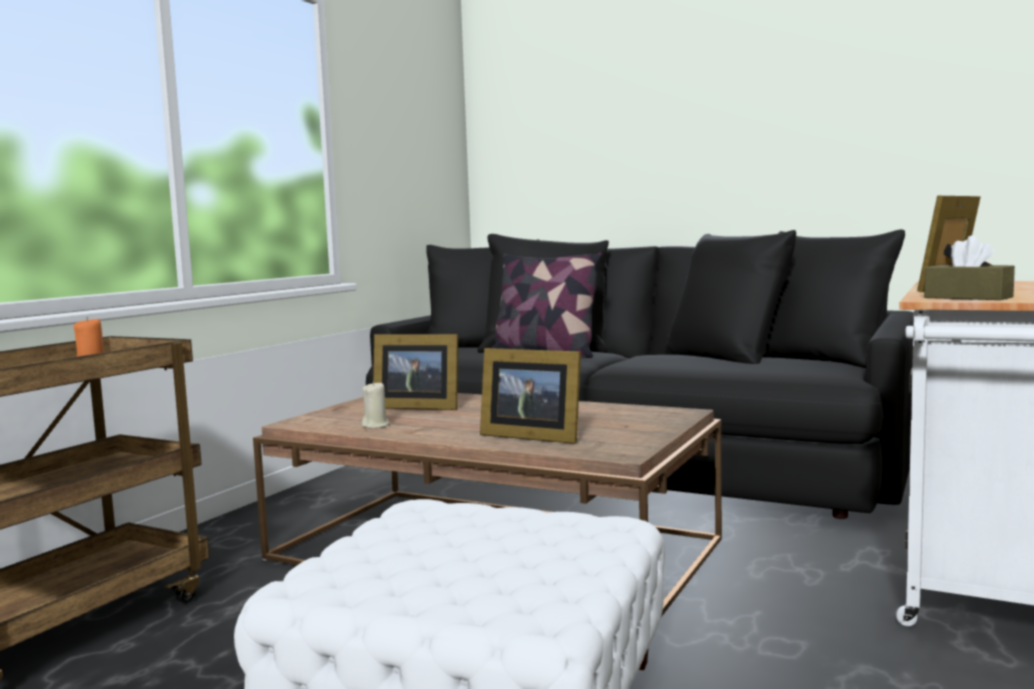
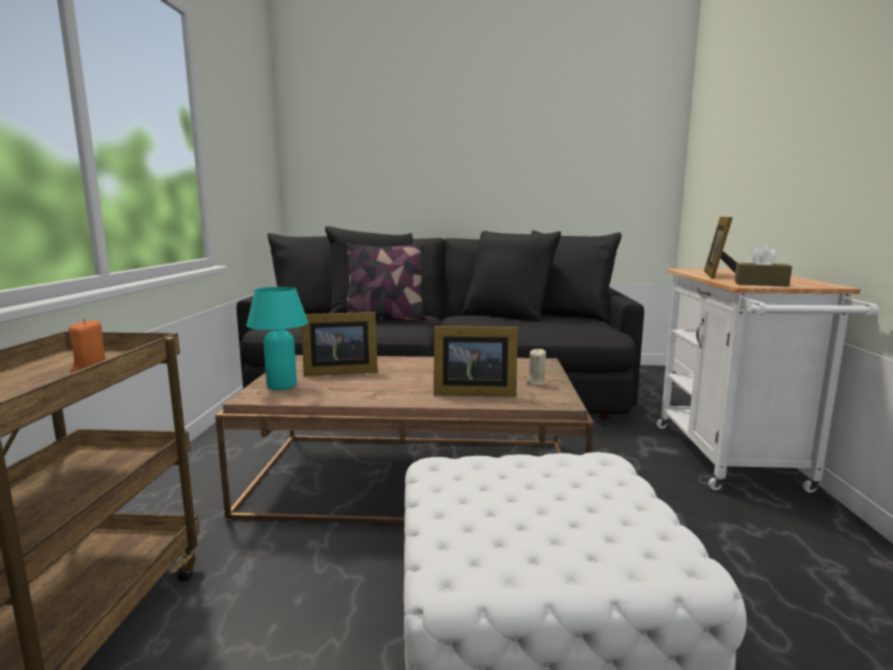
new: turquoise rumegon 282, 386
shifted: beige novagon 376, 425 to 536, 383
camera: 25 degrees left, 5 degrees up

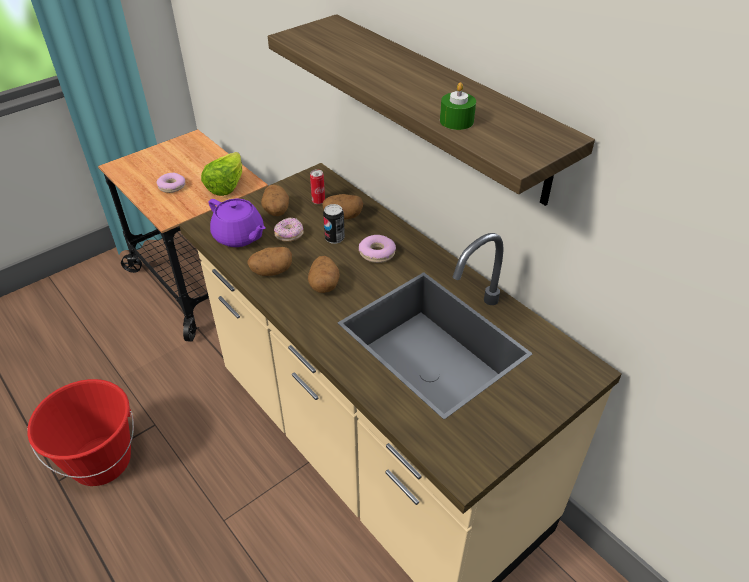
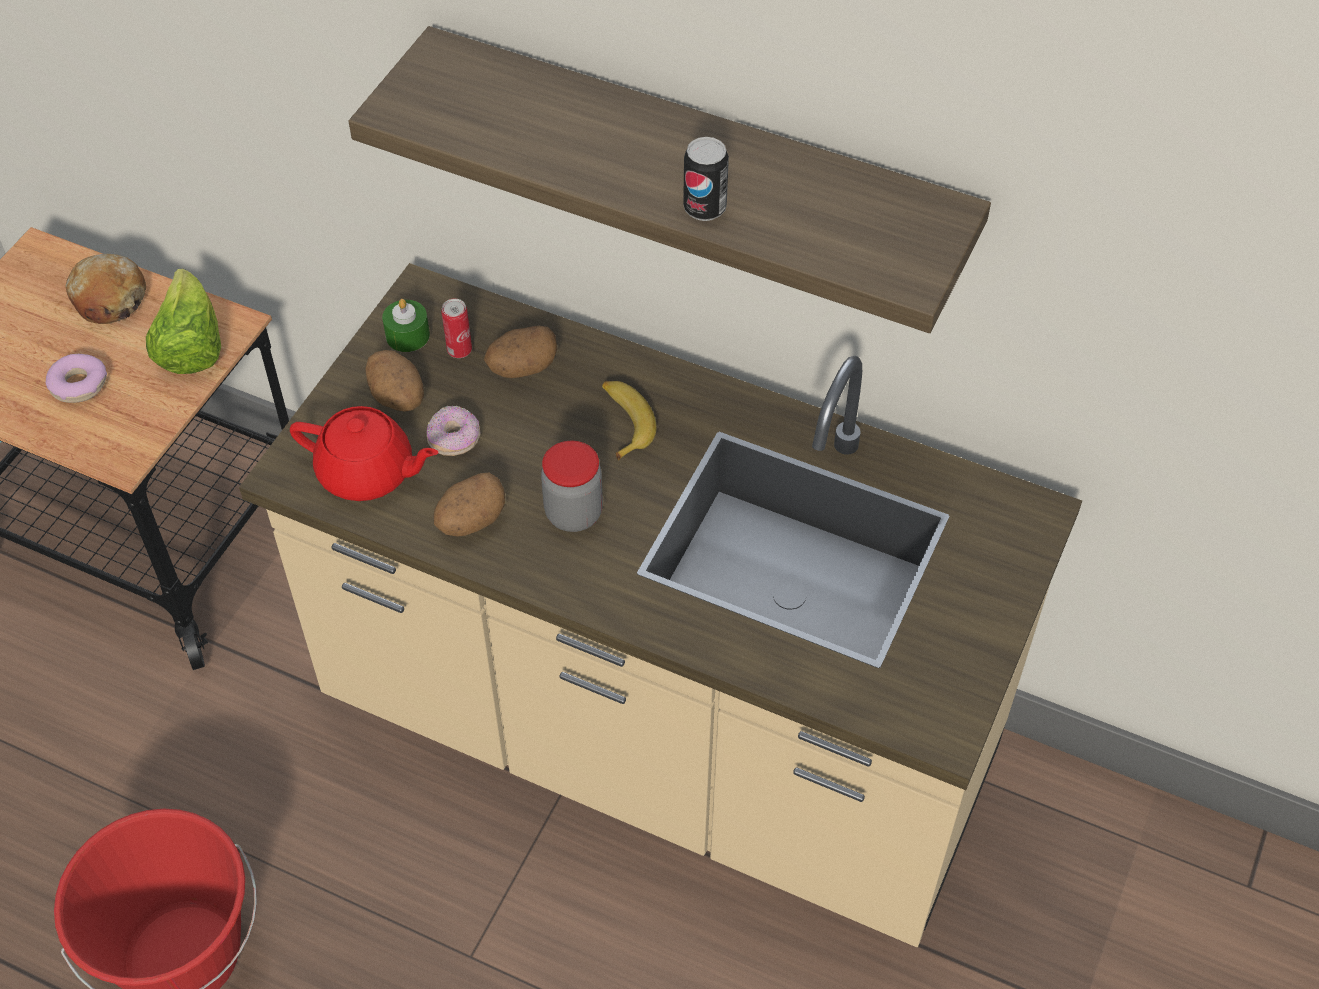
new: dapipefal 109, 298
shifted: green novagon 456, 121 to 407, 335; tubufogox 334, 238 to 704, 208
swapped: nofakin 377, 253 to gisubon 623, 422; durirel 324, 284 to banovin 573, 513
repainted: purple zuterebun 239, 236 to red zuterebun 368, 473
camera: 25 degrees left, 10 degrees up

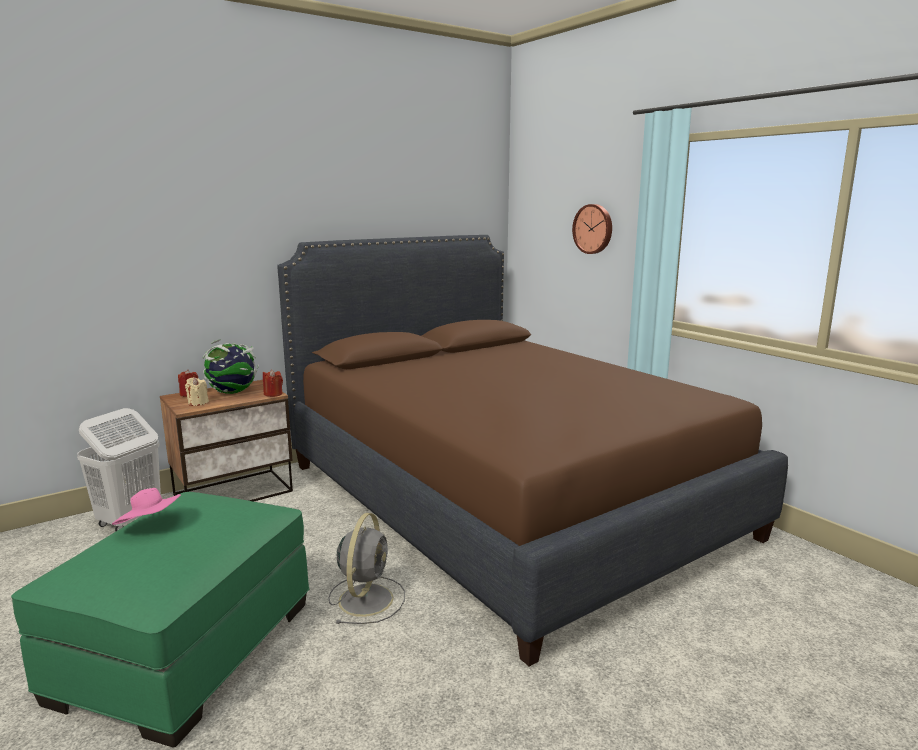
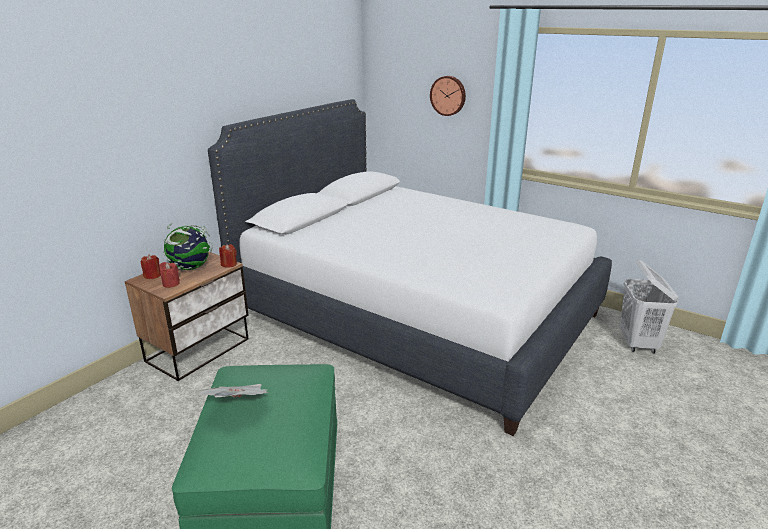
gone: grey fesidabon 367, 598
shifted: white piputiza 129, 520 to 638, 343
swapped: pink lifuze 151, 525 to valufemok 238, 405
repainted: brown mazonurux 504, 498 to white mazonurux 415, 315; beige novagon 198, 403 to red novagon 171, 284
camera: 20 degrees left, 10 degrees up

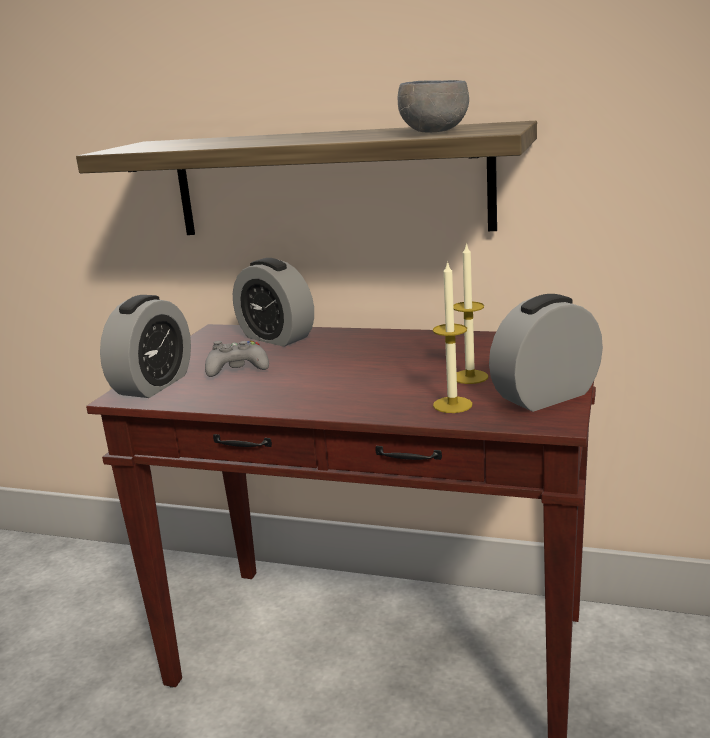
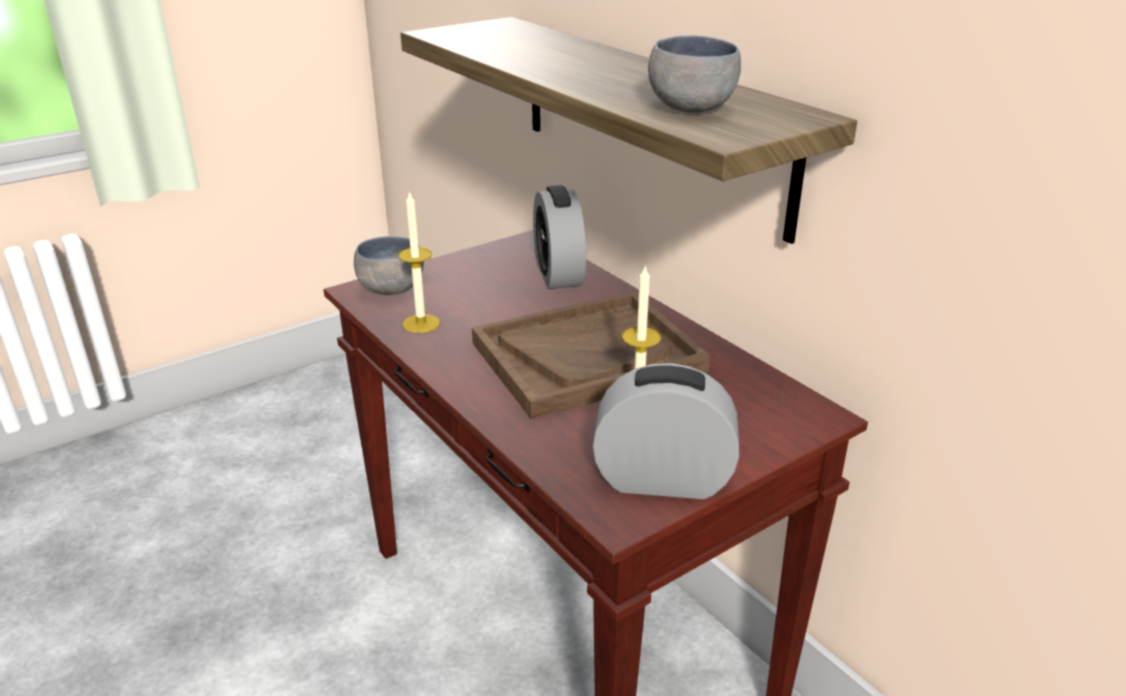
gone: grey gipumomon 237, 368
new: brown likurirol 587, 356
shifted: novagon 452, 405 to 421, 323
swapped: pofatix 153, 385 to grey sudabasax 393, 288
camera: 35 degrees right, 10 degrees up

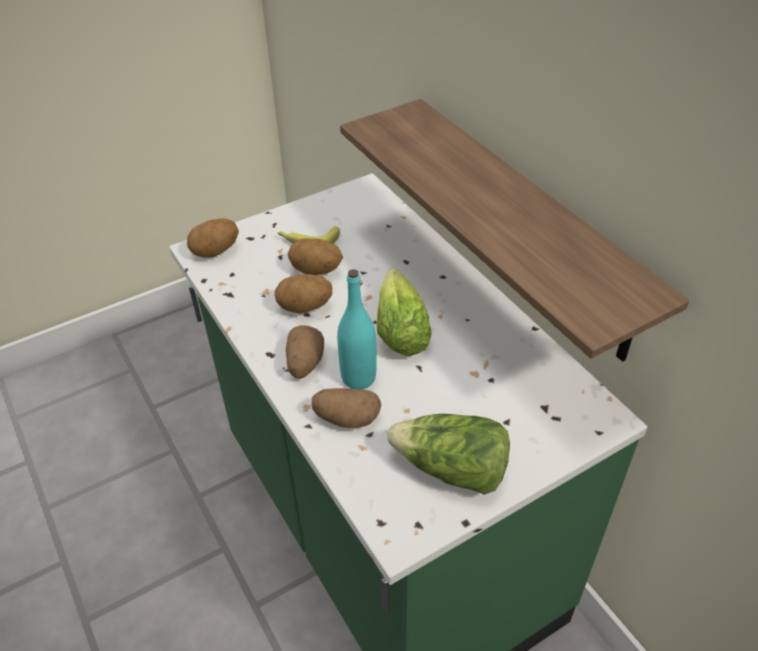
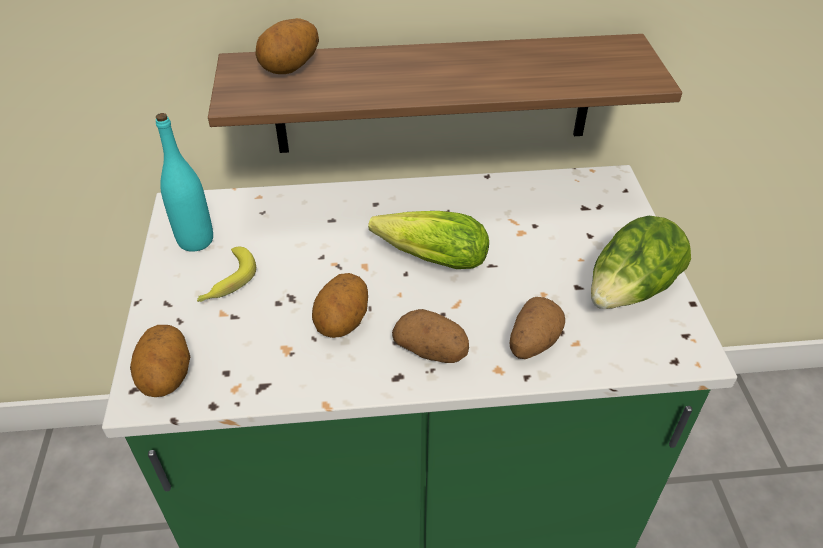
shifted: durirel 316, 271 to 291, 68; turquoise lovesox 358, 378 to 195, 240
camera: 65 degrees left, 0 degrees up

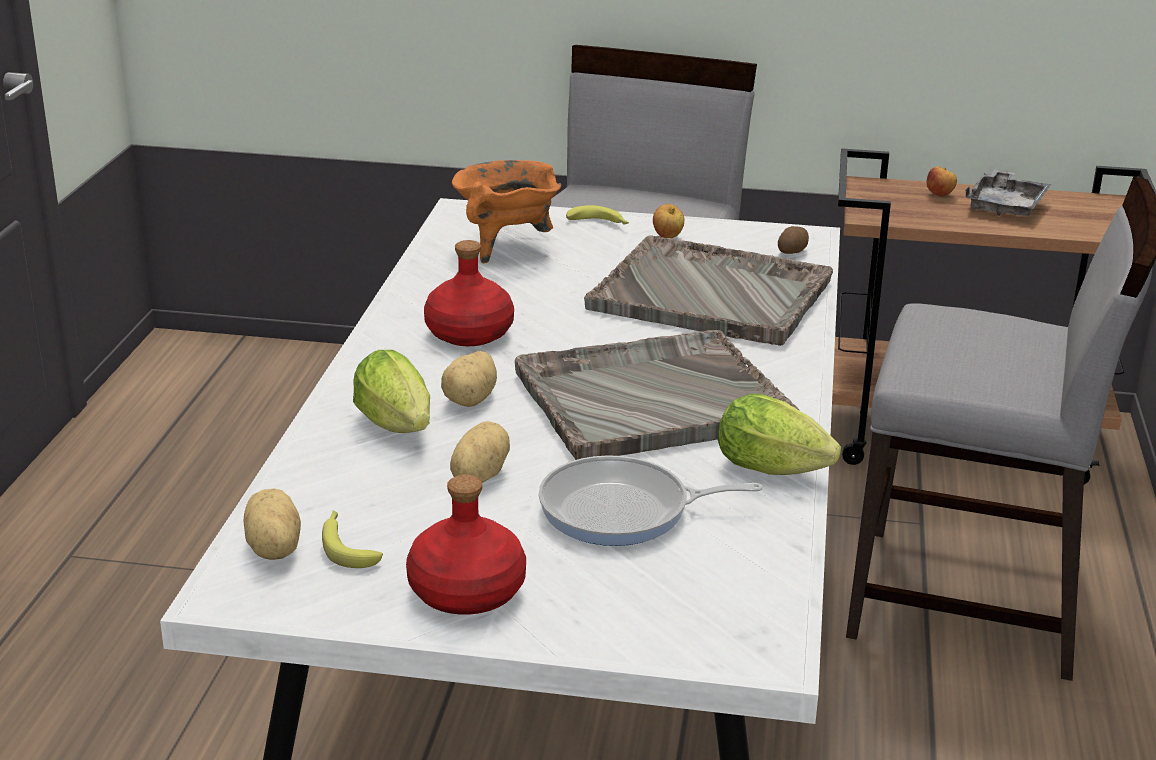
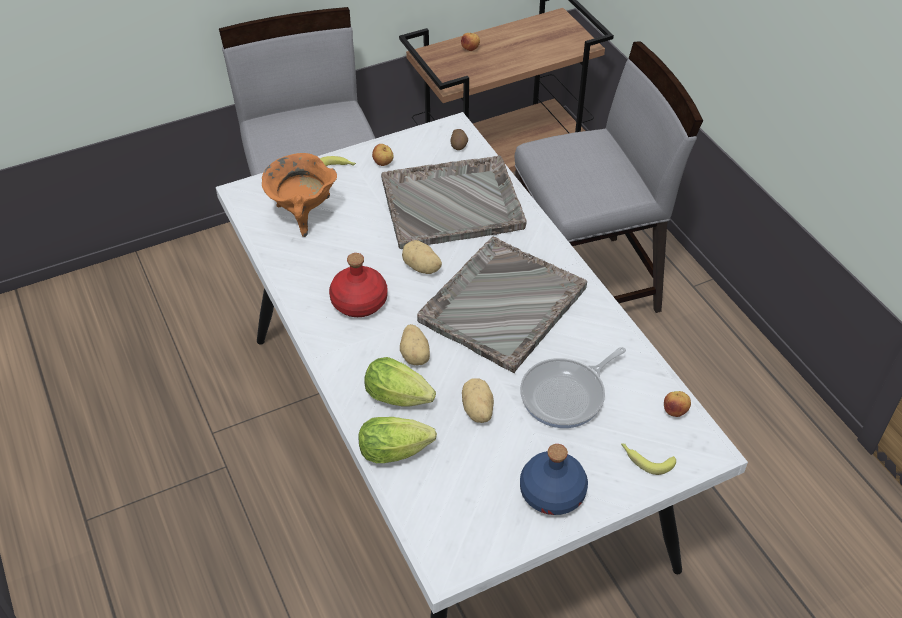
gone: grey likurirol 1006, 206
new: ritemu 675, 411
shifted: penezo 778, 471 to 398, 451; durirel 271, 549 to 421, 268; gisubon 347, 546 to 645, 459
repainted: red lovesox 467, 592 to blue lovesox 553, 493
camera: 35 degrees left, 20 degrees up

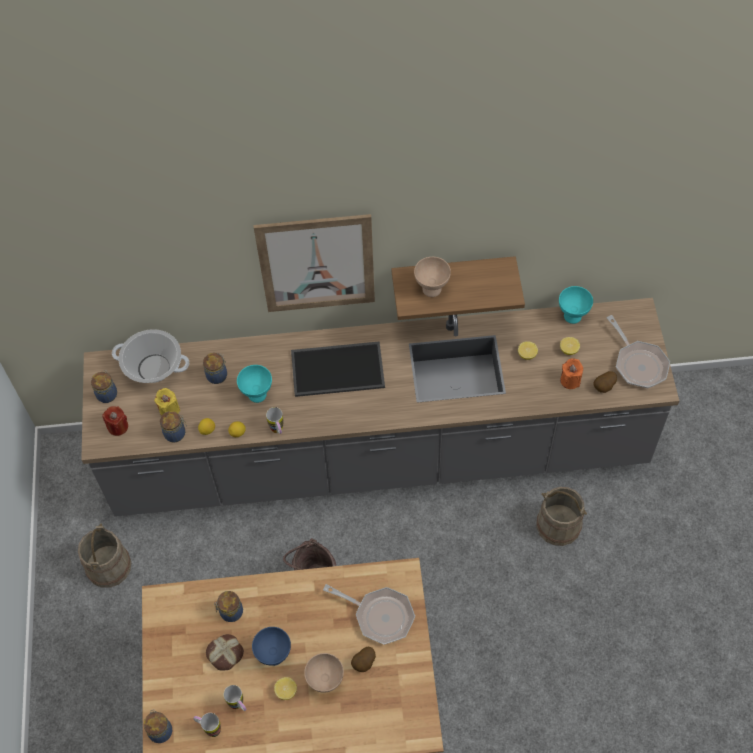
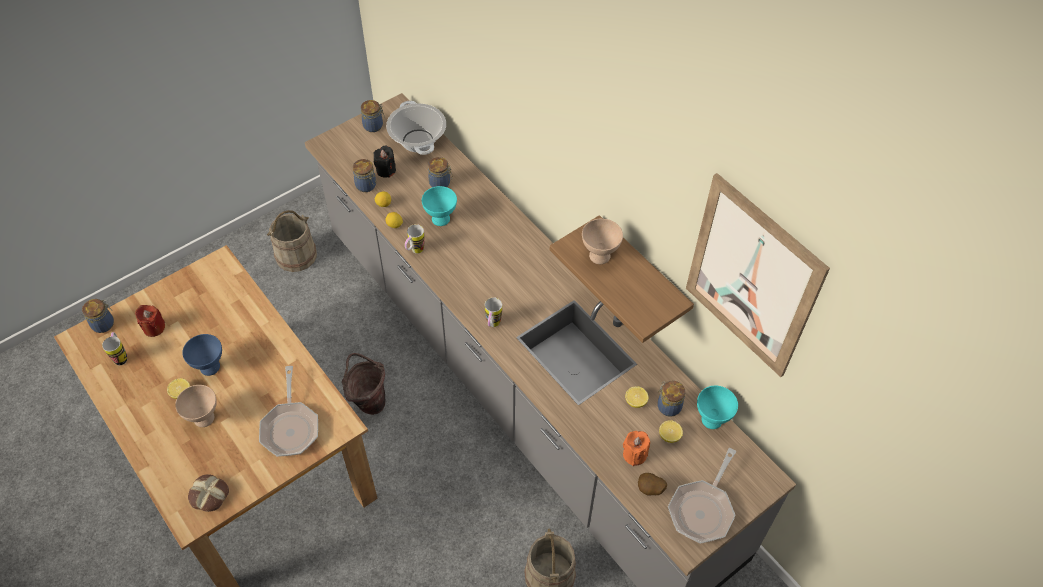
gone: likurirol 338, 368; durirel 364, 663
shifted: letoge 317, 263 to 751, 278; red novagon 118, 426 to 154, 328; banovin 230, 612 to 668, 406; dapipefal 225, 654 to 209, 496; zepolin 239, 706 to 492, 325
repainted: yellow novagon 169, 410 to black novagon 386, 170
camera: 55 degrees right, 5 degrees down

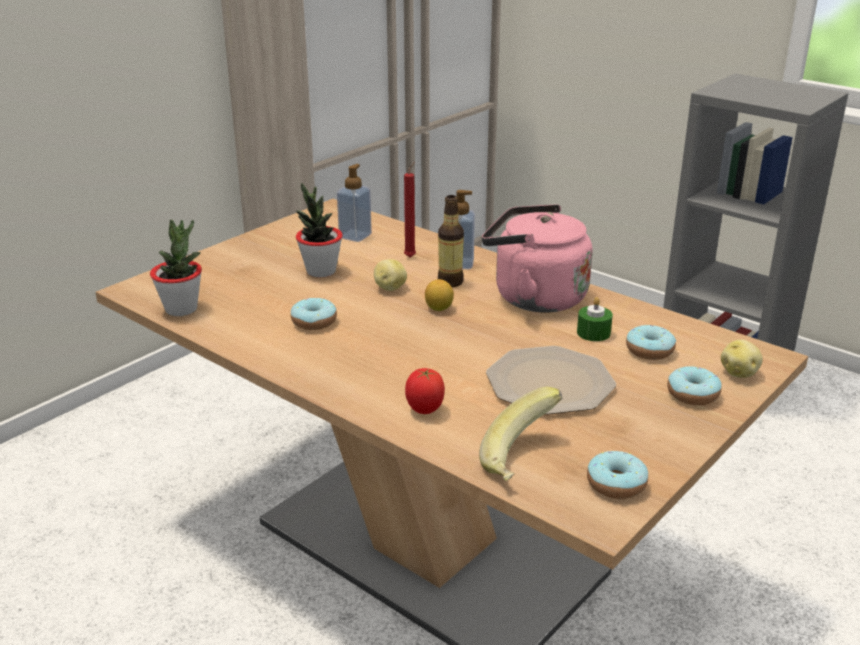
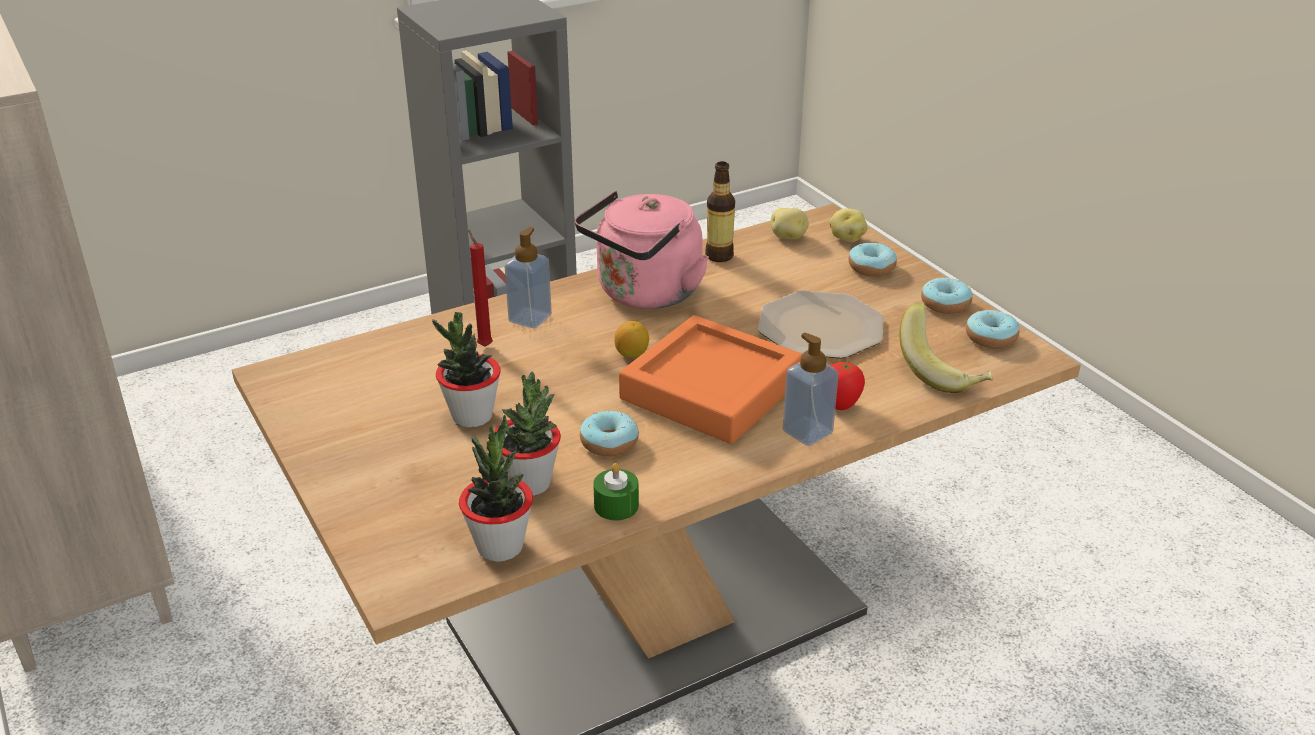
new: orange likurirol 711, 390; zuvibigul 529, 483
shifted: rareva 355, 236 to 807, 432; lovesox 450, 282 to 719, 256; durirel 389, 288 to 788, 237; green novagon 593, 333 to 616, 505; nofakin 649, 350 to 945, 304
camera: 70 degrees left, 5 degrees up

